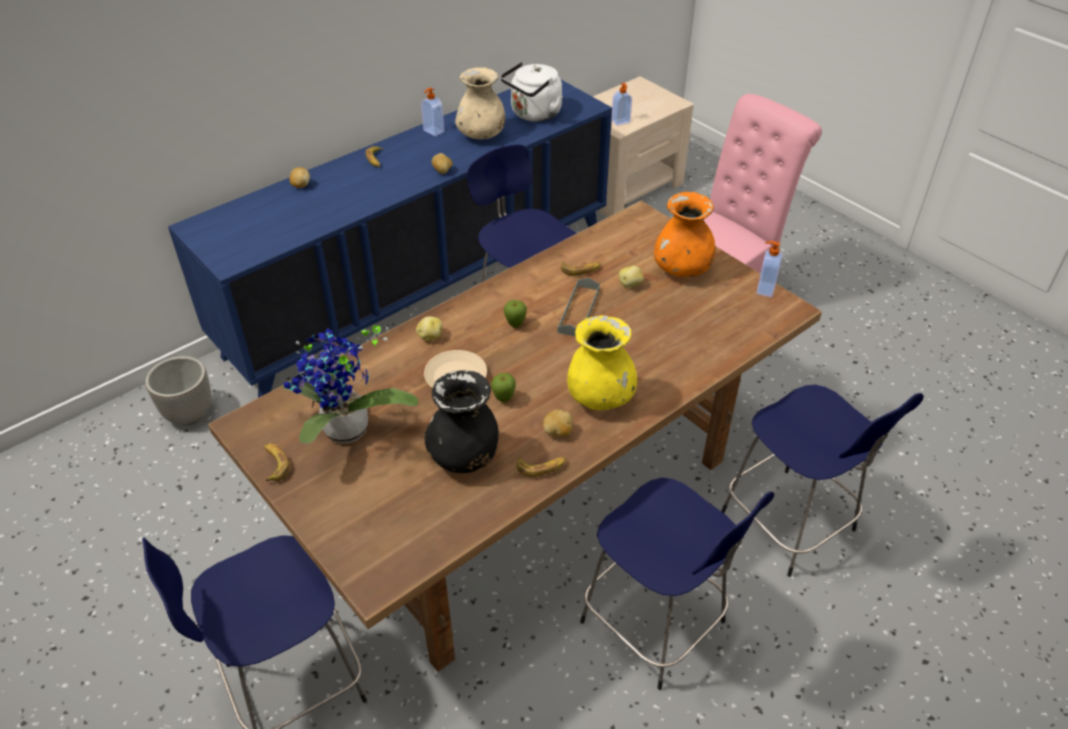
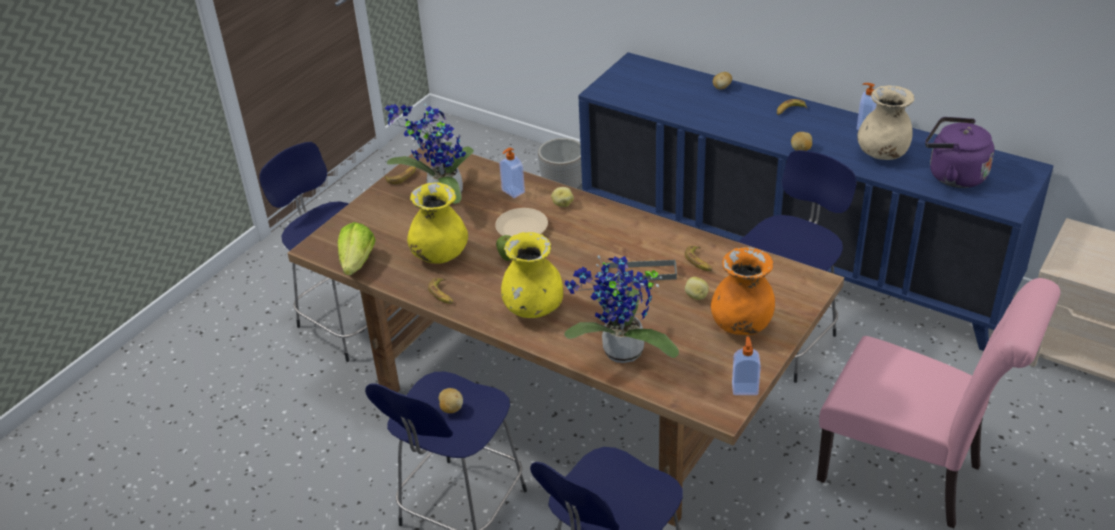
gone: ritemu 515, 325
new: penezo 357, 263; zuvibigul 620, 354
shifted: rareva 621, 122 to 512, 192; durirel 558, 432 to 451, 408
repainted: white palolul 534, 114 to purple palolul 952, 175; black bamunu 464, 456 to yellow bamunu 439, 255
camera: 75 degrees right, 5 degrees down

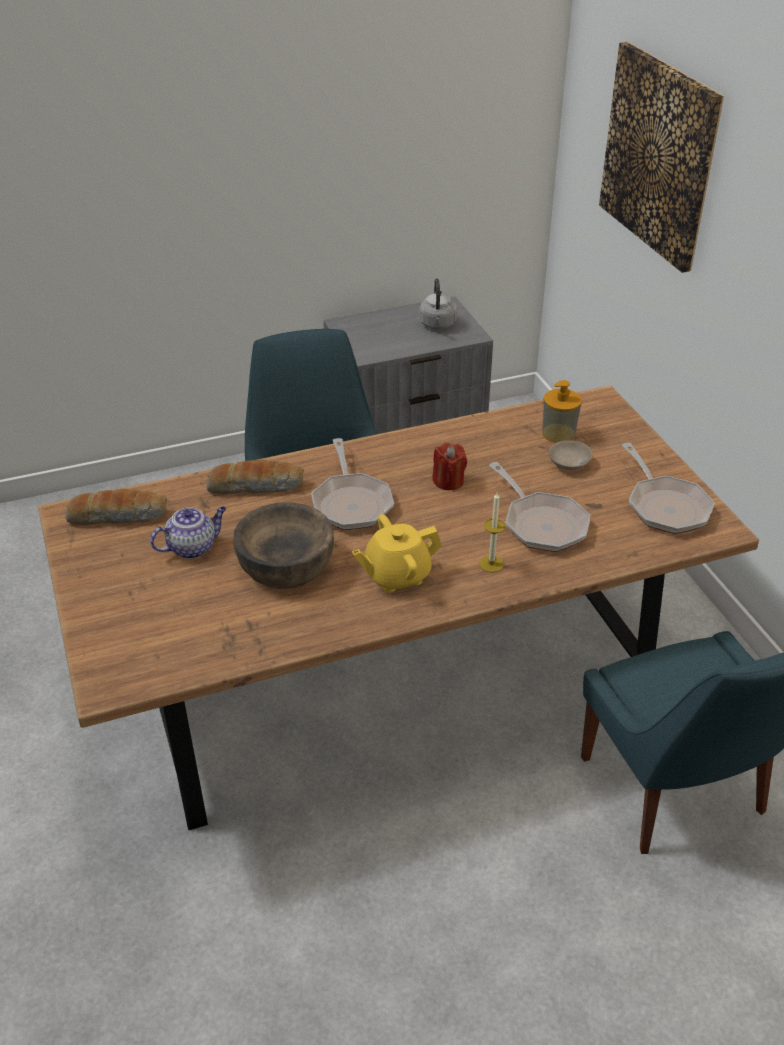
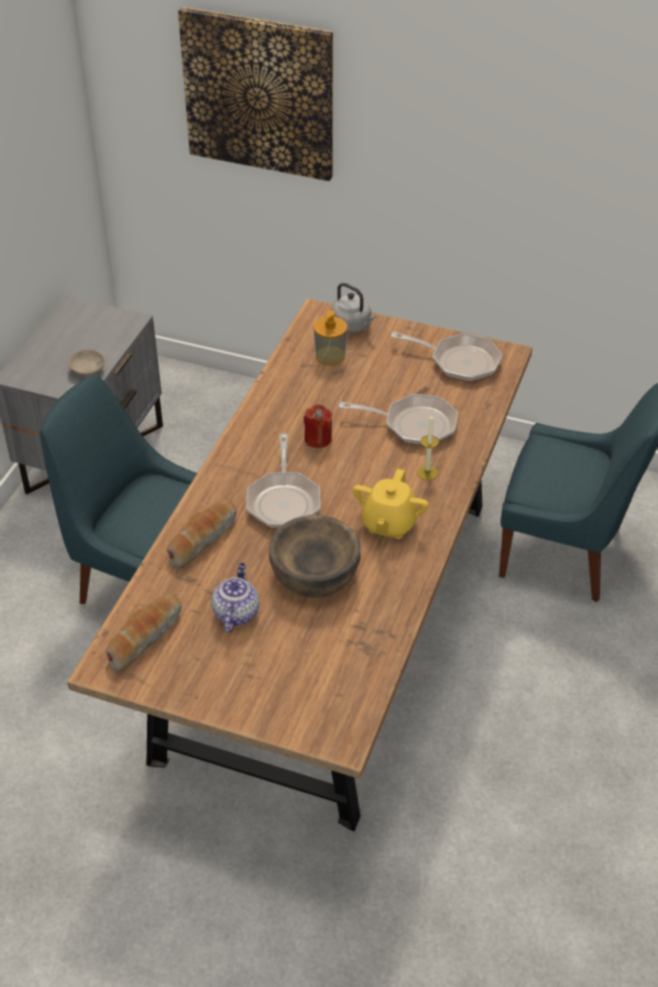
shifted: grey palolul 438, 325 to 352, 326; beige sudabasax 568, 463 to 86, 370
rotated: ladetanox 351, 502 = 283, 500 60 degrees clockwise
camera: 50 degrees left, 5 degrees up

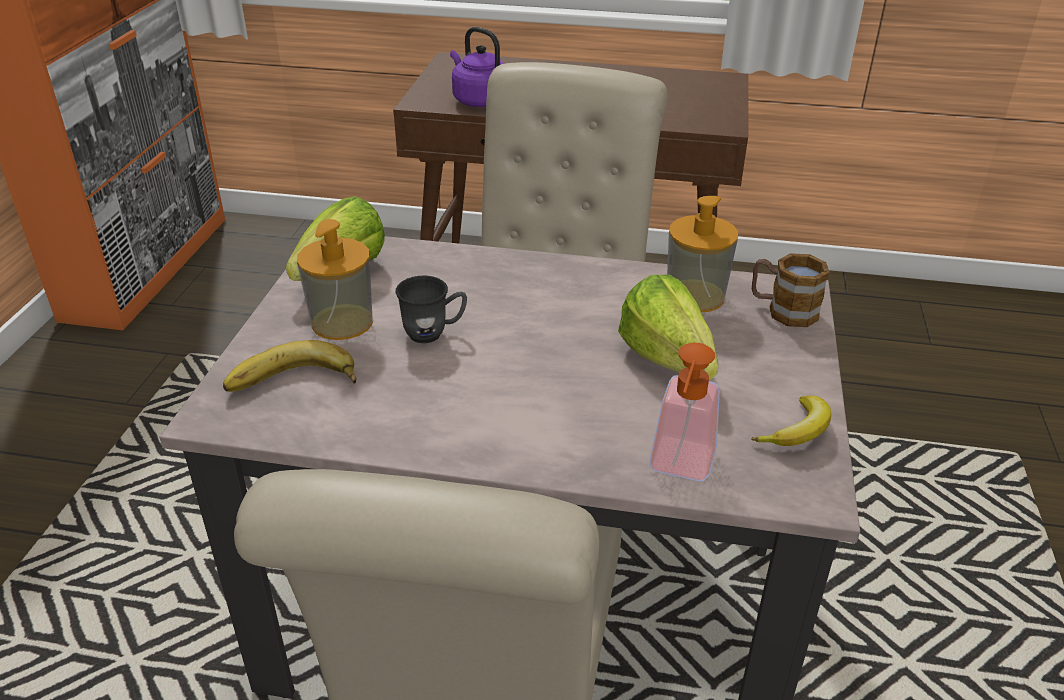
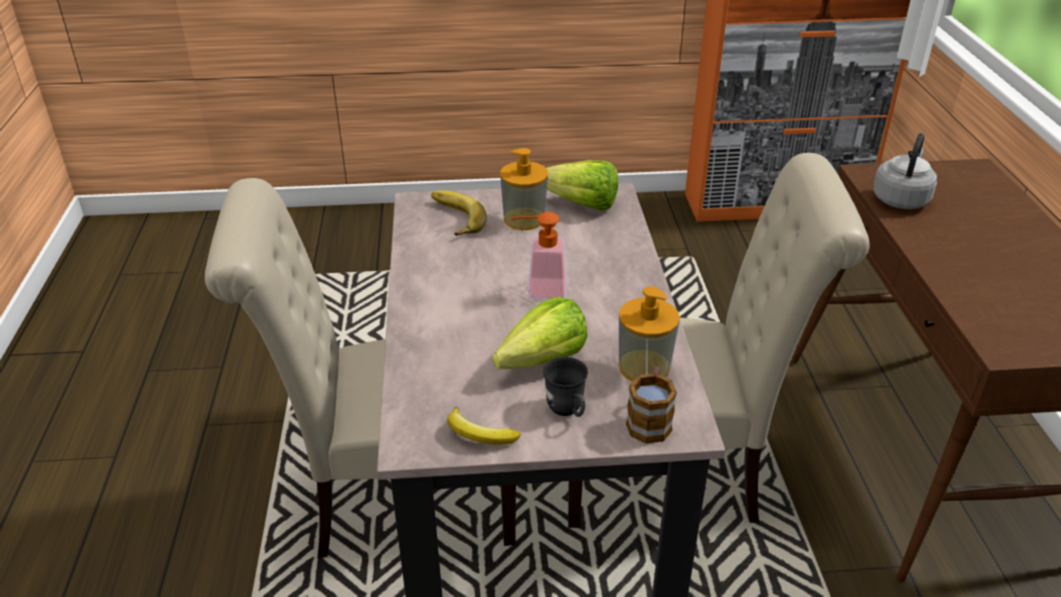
shifted: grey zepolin 434, 333 to 568, 411; rareva 679, 468 to 538, 289
repainted: purple palolul 479, 100 to grey palolul 901, 199
camera: 75 degrees right, 0 degrees up

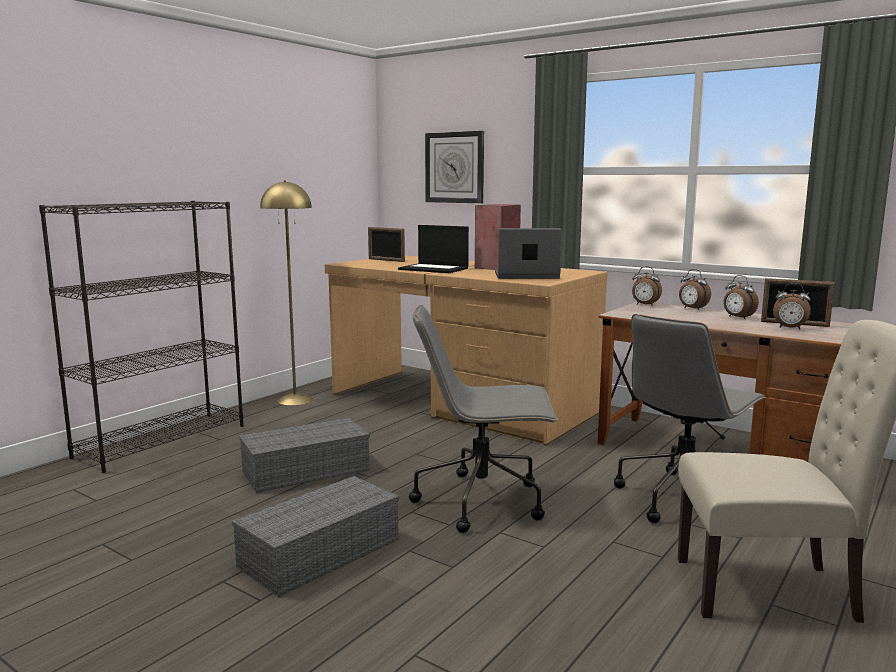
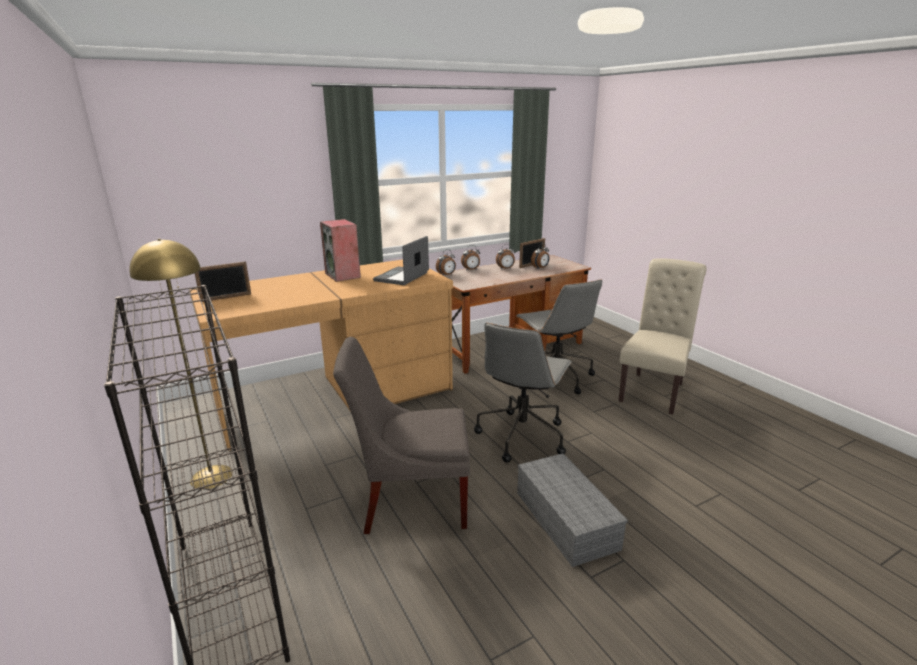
gone: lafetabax 455, 167; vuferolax 434, 269
swapped: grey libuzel 307, 470 to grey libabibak 410, 500
camera: 65 degrees left, 10 degrees up

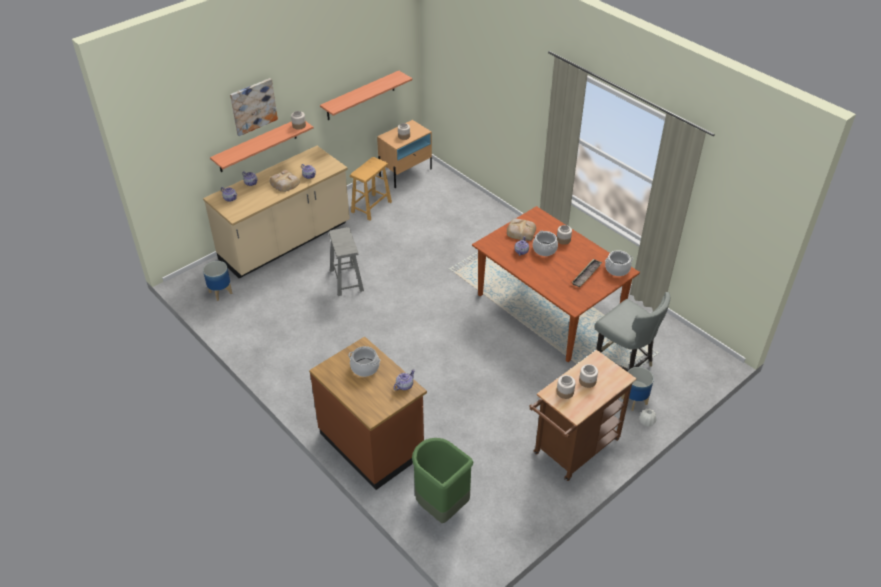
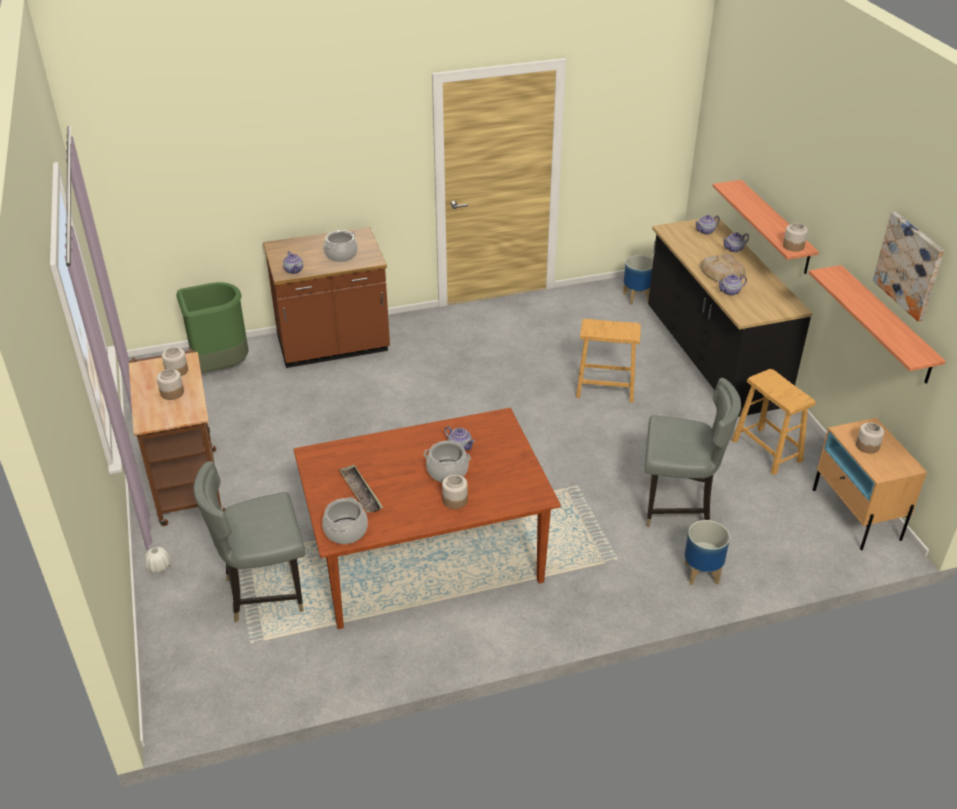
gone: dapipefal 520, 231
new: grey libabibak 677, 506
shifted: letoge 253, 106 to 909, 265; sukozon 634, 401 to 701, 574
repainted: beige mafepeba 286, 242 to black mafepeba 712, 358; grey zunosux 346, 280 to brown zunosux 605, 388
camera: 115 degrees right, 5 degrees down

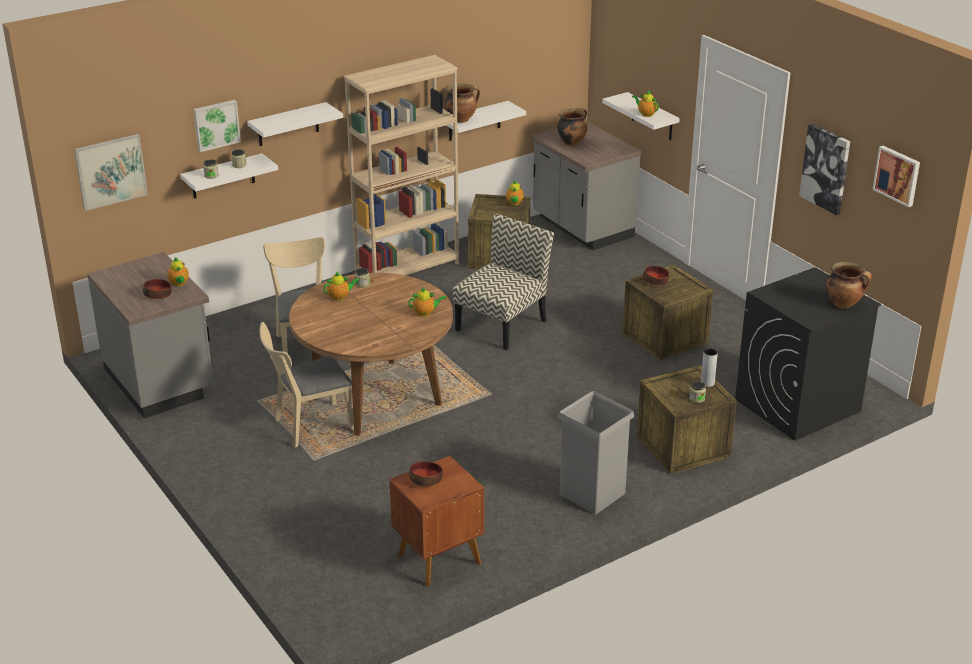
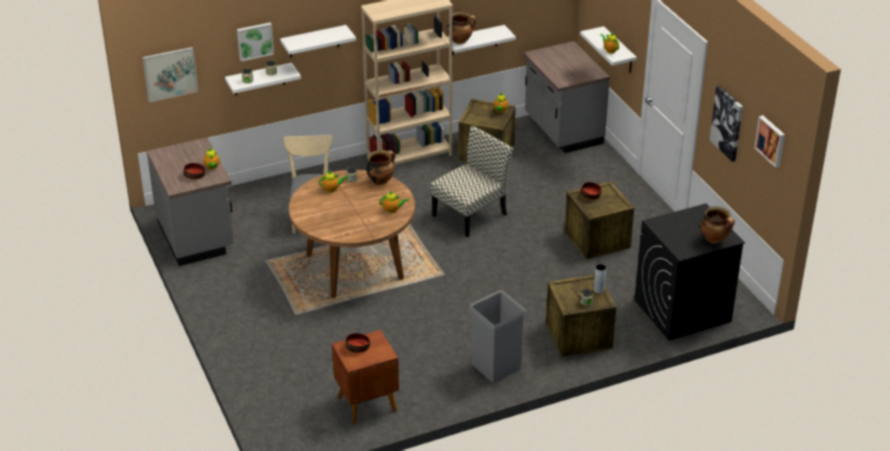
gone: beige libabibak 308, 426
shifted: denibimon 572, 142 to 381, 180
camera: 10 degrees right, 5 degrees up

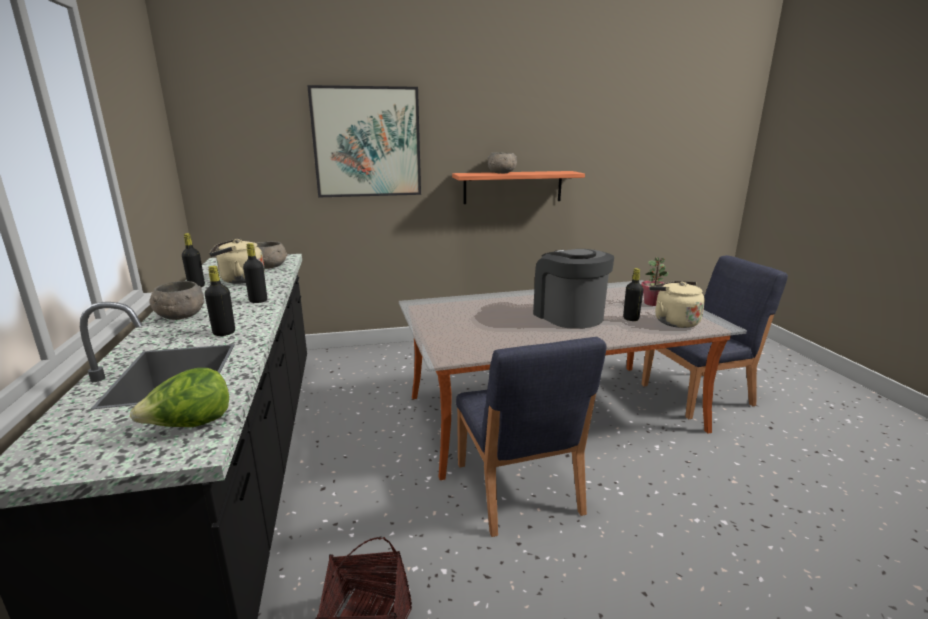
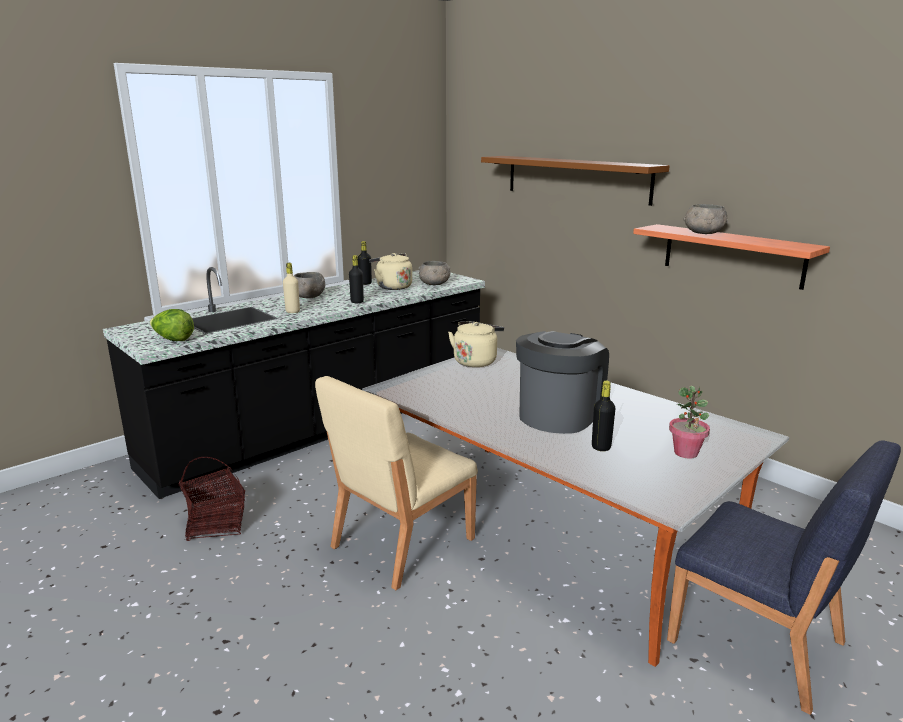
shifted: beige palolul 673, 321 to 476, 361
swapped: letoge 367, 142 to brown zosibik 576, 178
repainted: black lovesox 224, 333 to beige lovesox 292, 311; blue libabibak 517, 489 to beige libabibak 401, 543
camera: 60 degrees right, 0 degrees up

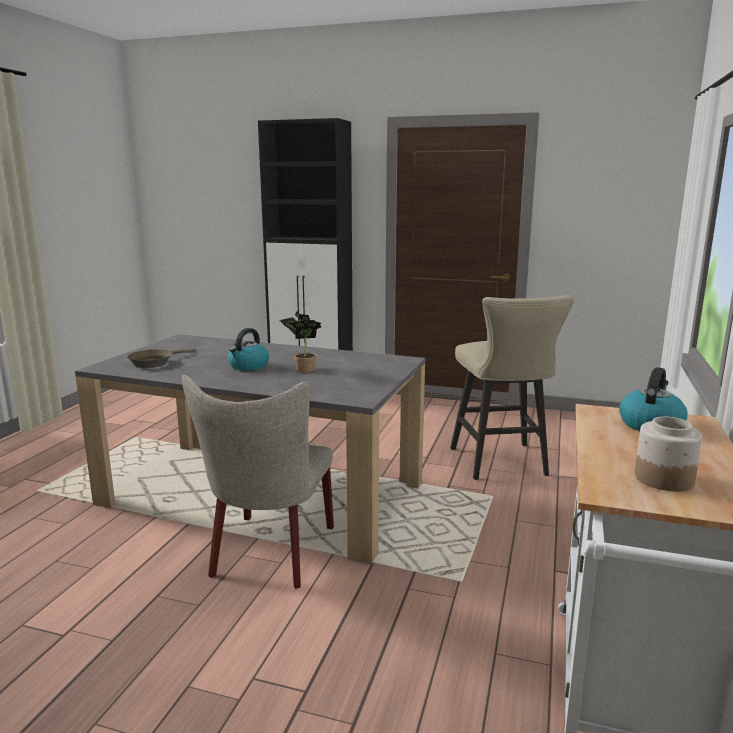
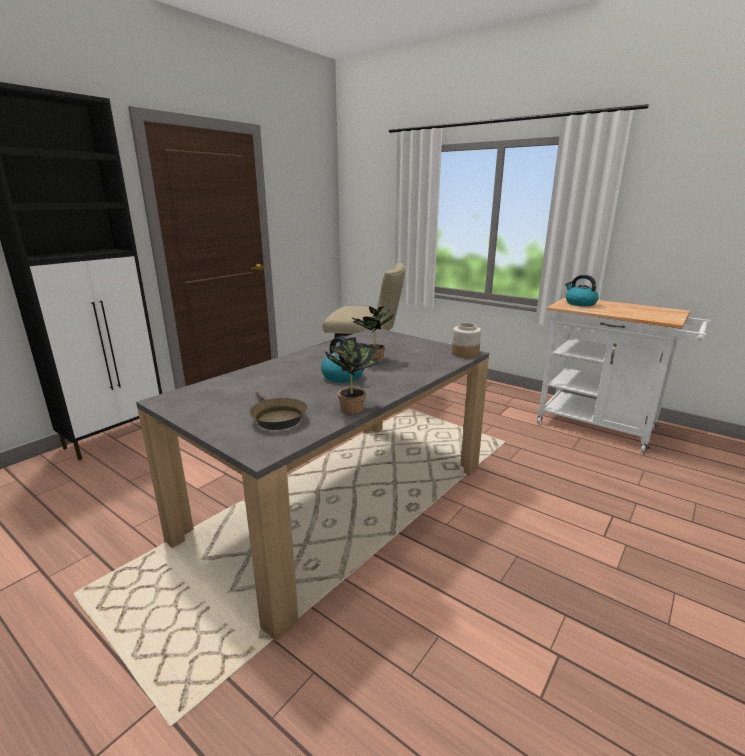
gone: beige libabibak 269, 555
new: zuvibigul 353, 407
shifted: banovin 663, 479 to 465, 353
camera: 70 degrees left, 5 degrees up

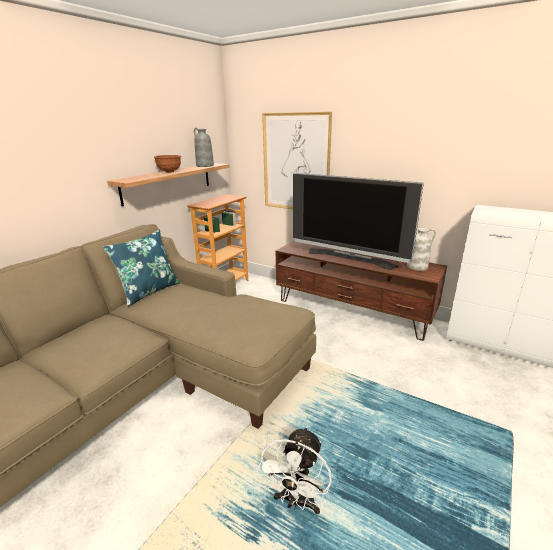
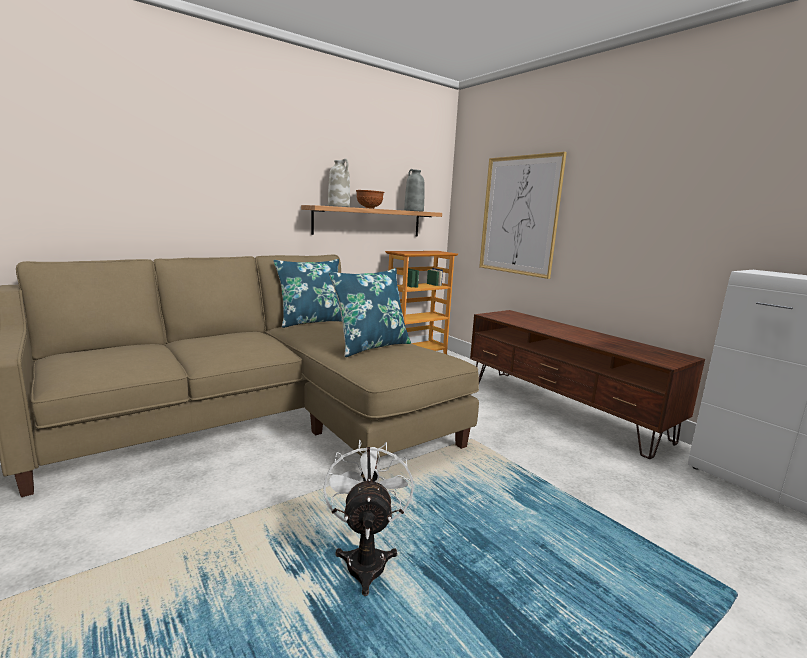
gone: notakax 350, 258
new: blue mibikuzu 371, 346
shifted: white bamunu 417, 267 to 339, 206
rotated: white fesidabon 297, 502 = 366, 559 135 degrees clockwise
camera: 20 degrees right, 10 degrees down

